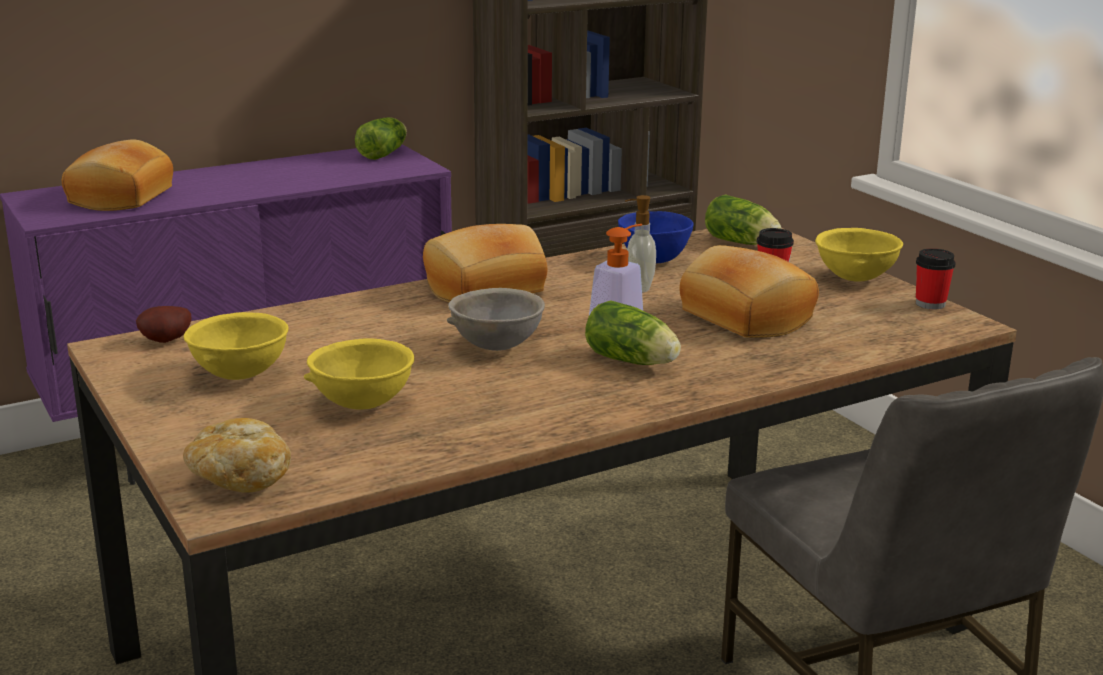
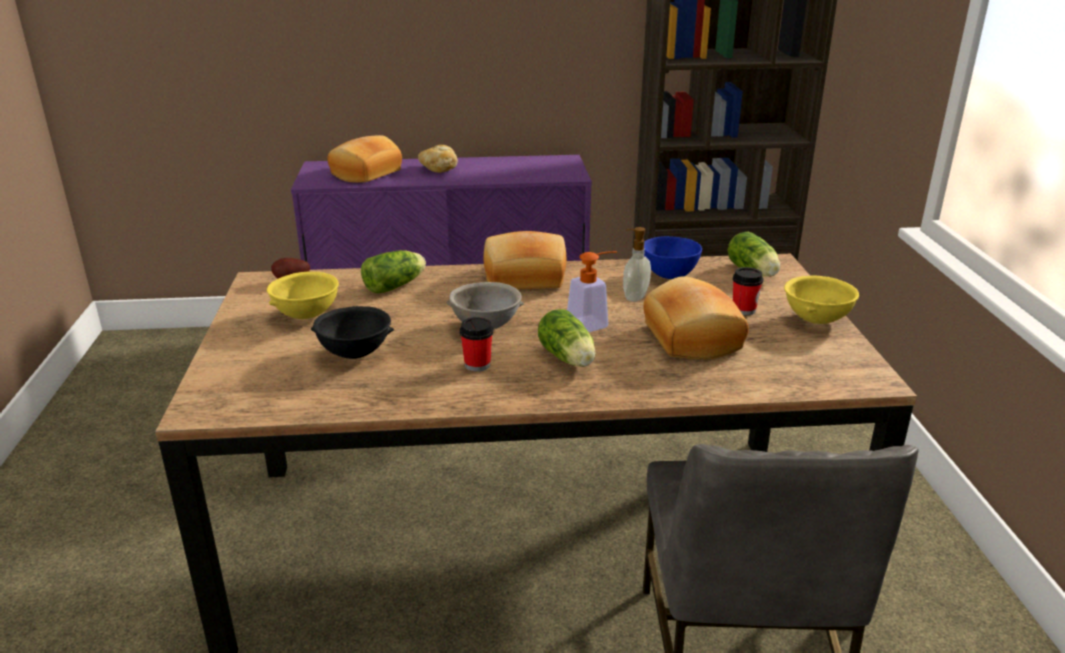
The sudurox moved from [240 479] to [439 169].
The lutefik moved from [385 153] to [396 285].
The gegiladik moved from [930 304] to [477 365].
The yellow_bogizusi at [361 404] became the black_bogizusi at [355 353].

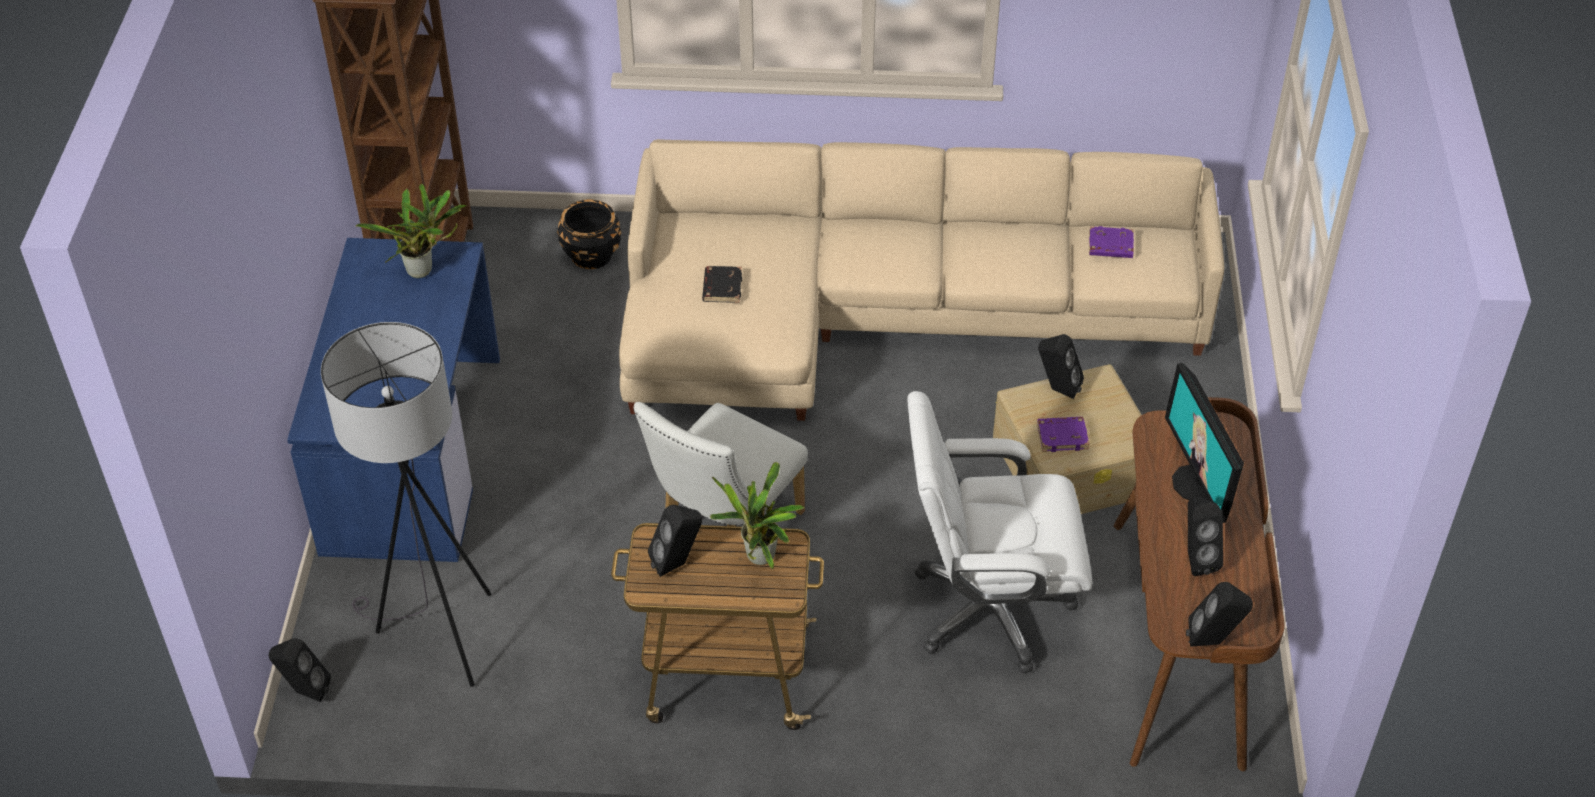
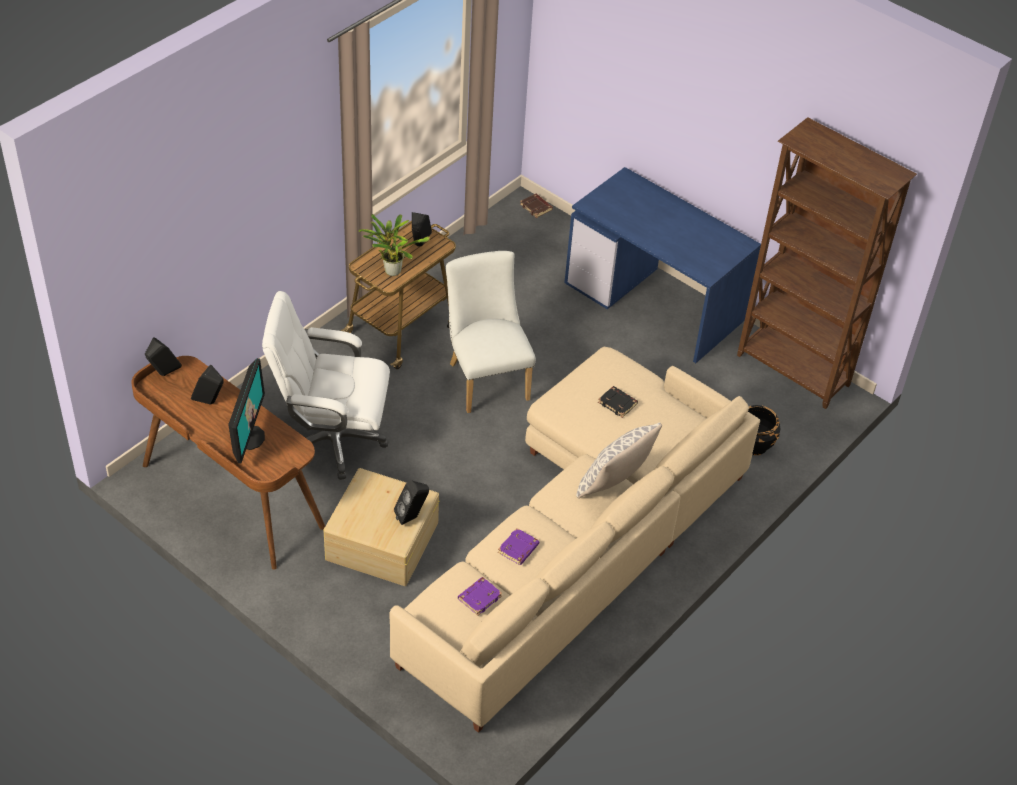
The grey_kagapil at [436 637] disappeared.
The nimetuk at [424 271] disappeared.
The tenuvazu at [614 485] appeared.
The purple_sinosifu moved from [1062 436] to [518 549].
The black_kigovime at [304 691] was replaced by the brown_sinosifu at [536 207].
The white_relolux at [988 609] turned 120 degrees counterclockwise.
The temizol at [1196 483] turned 75 degrees clockwise.

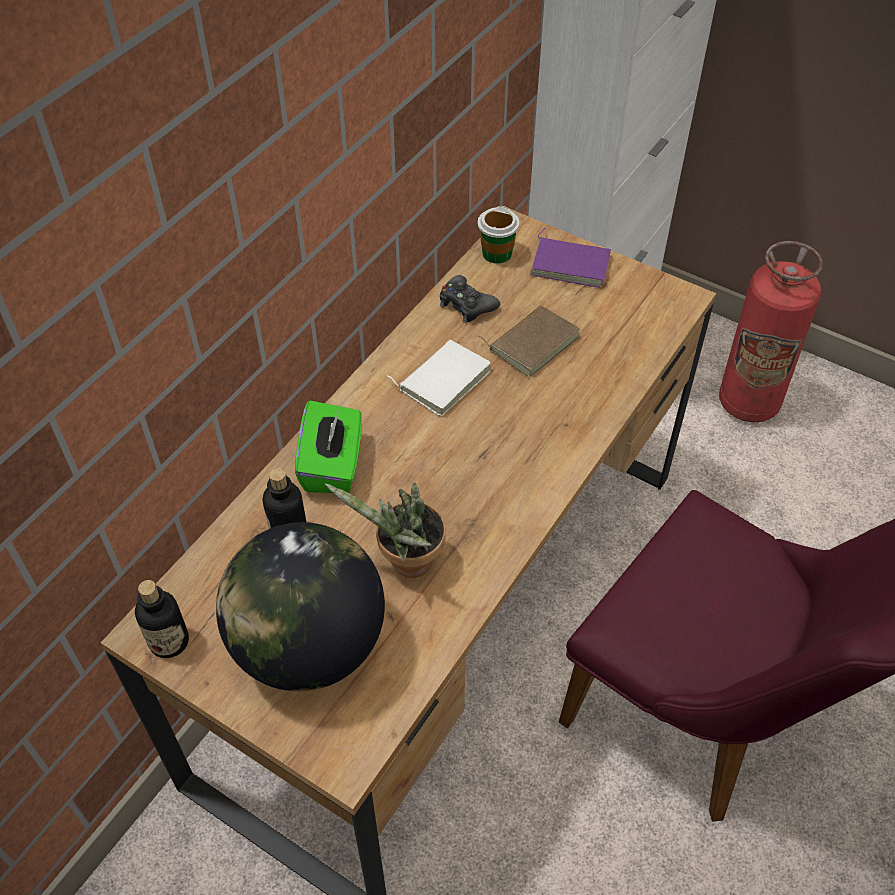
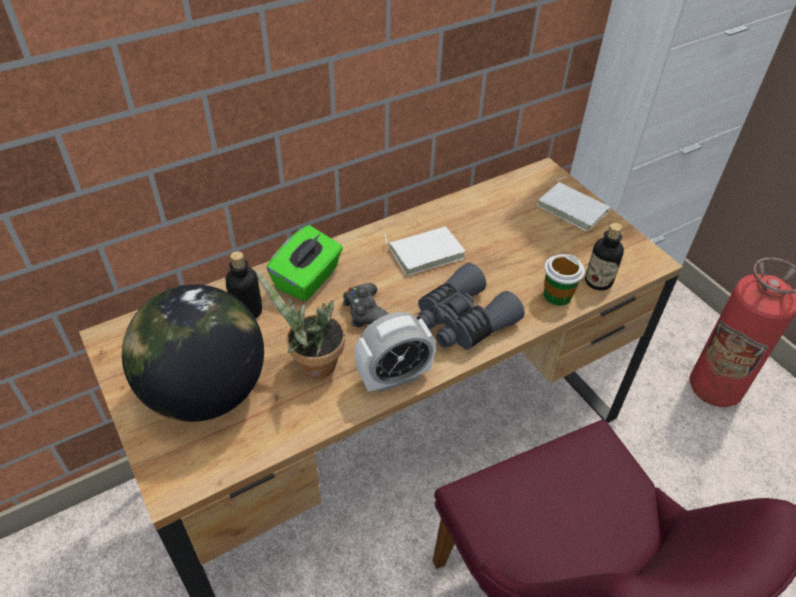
The brown_sinosifu at [532 342] disappeared.
The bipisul at [394 377] appeared.
The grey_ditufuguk at [462 321] appeared.
The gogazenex moved from [169 641] to [598 281].
The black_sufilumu moved from [466 305] to [365 311].
The gegiladik moved from [497 253] to [557 295].
The purple_sinosifu at [571 264] became the white_sinosifu at [573 208].

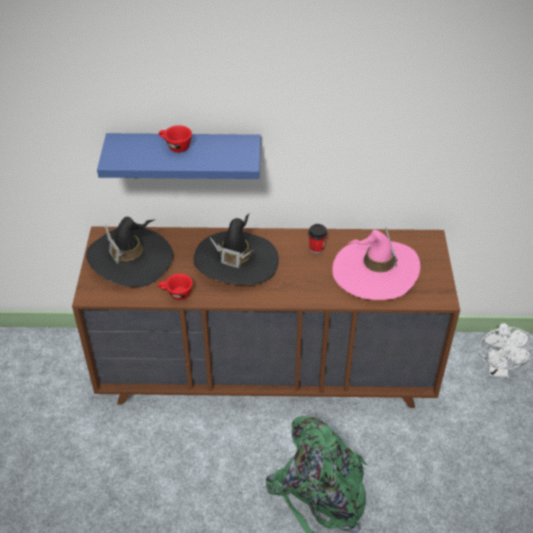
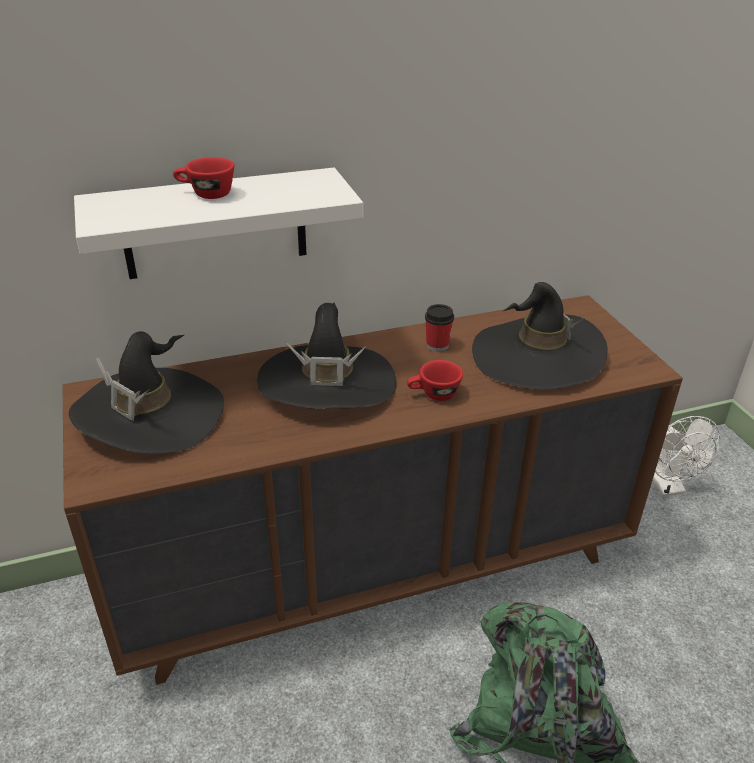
The red_gegiladik moved from [176 294] to [433 395].
The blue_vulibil at [185 156] became the white_vulibil at [215 224].
The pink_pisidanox at [375 271] became the black_pisidanox at [537 356].

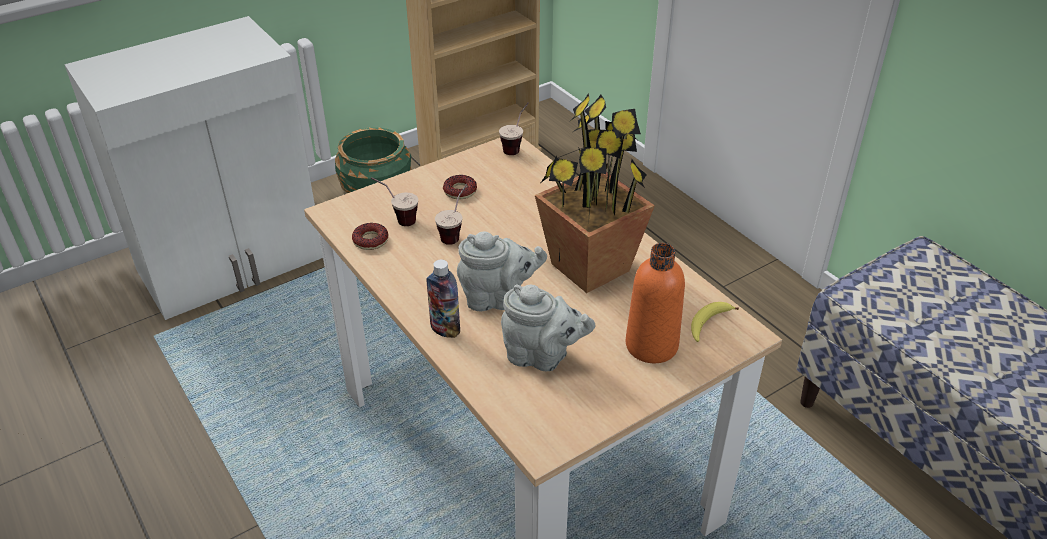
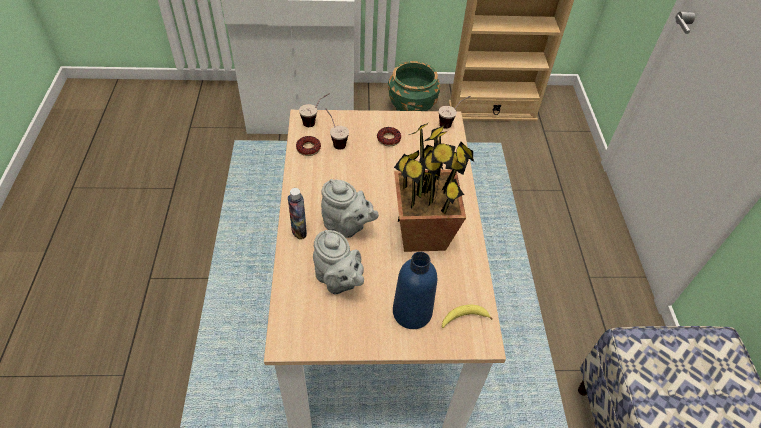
The gegiladik moved from [455 233] to [315 121].
The orange_gogazenex at [651 345] became the blue_gogazenex at [412 312].

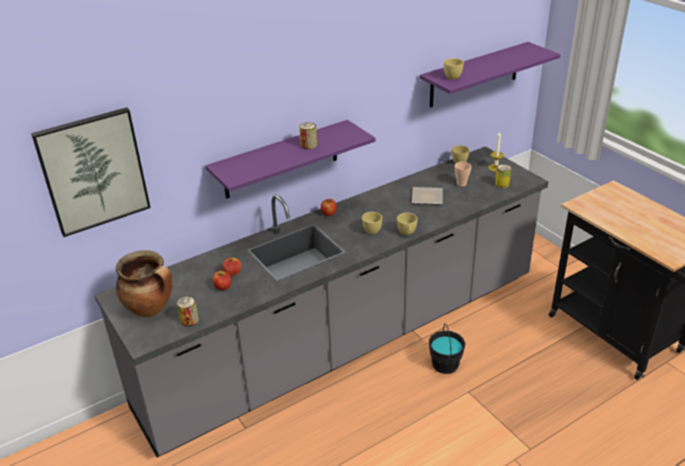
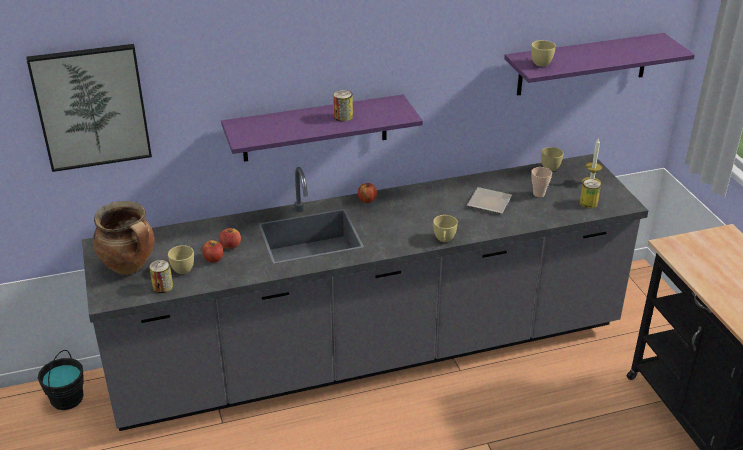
The yellow_gegiladik moved from [372 230] to [184 268].
The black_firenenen moved from [445 364] to [67 398].

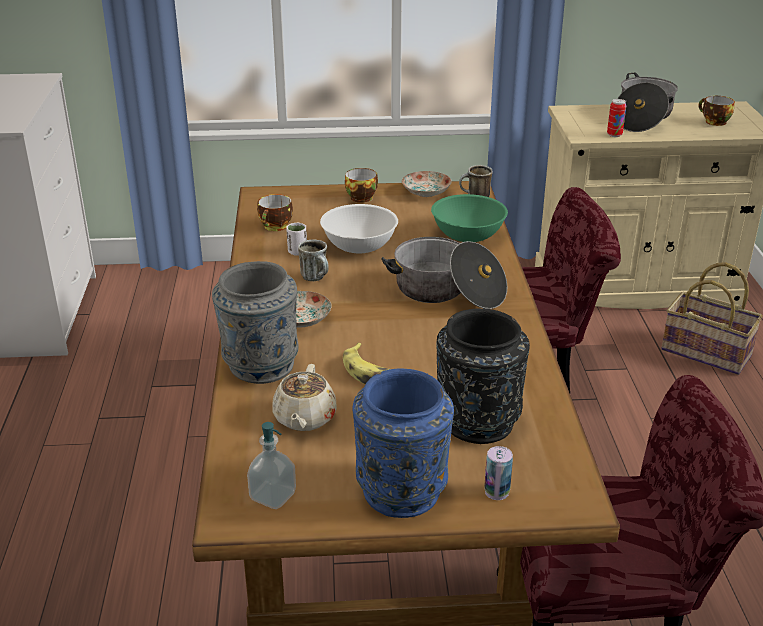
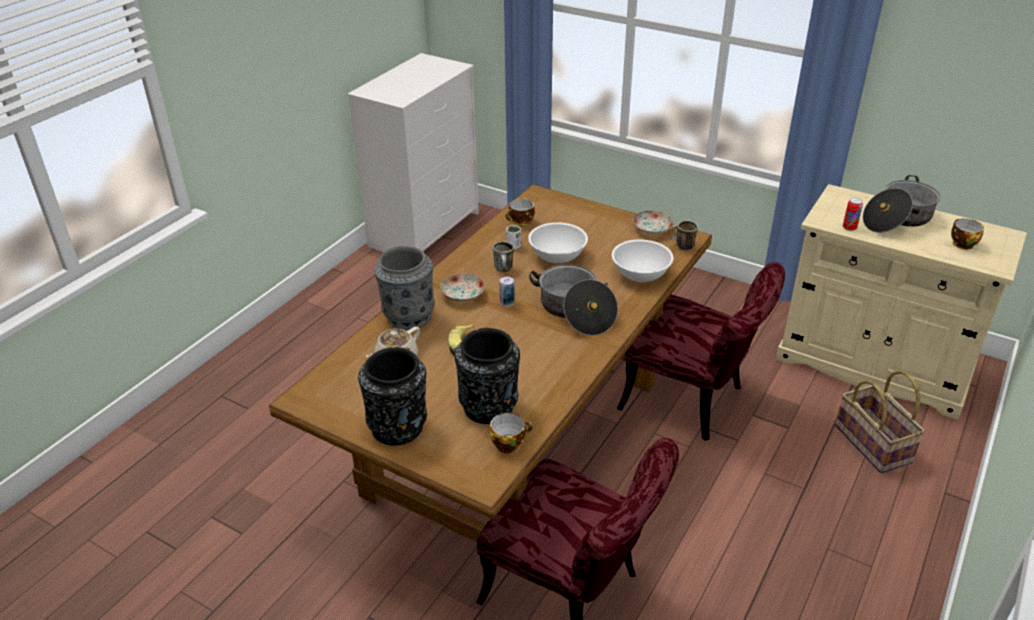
The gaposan at [273 496] disappeared.
The gegiladik moved from [361 197] to [509 443].
The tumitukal moved from [496 492] to [507 303].
The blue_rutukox at [401 490] became the black_rutukox at [398 426].
The green_bogizusi at [468 235] became the white_bogizusi at [641 274].

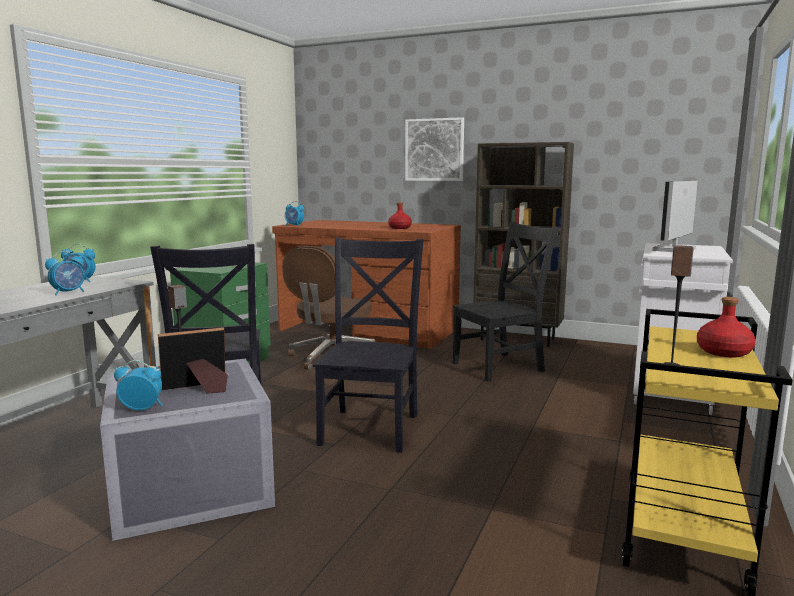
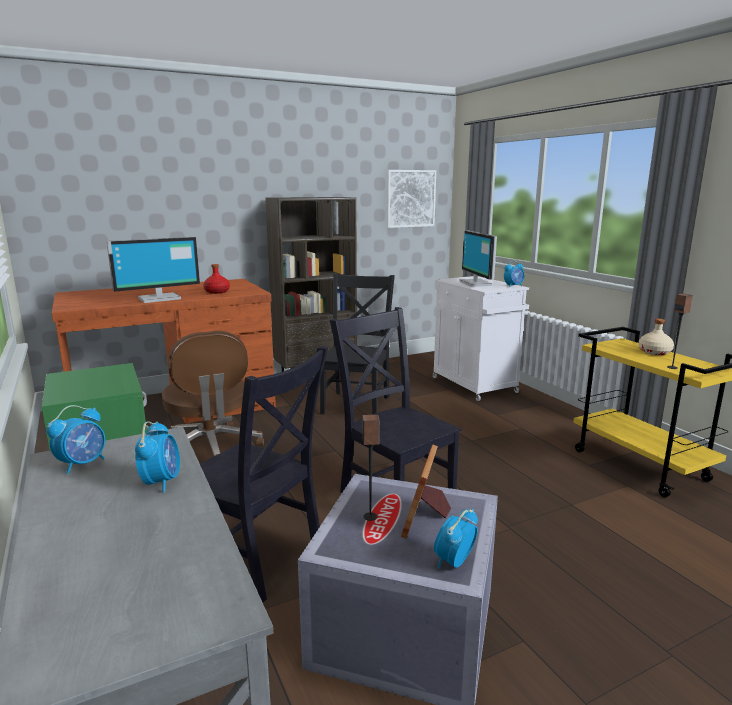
The temizol at [159 298] appeared.
The bipisul moved from [294 225] to [513 286].
The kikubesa moved from [434 150] to [410 198].
The red_gogazenex at [723 352] became the beige_gogazenex at [654 352].

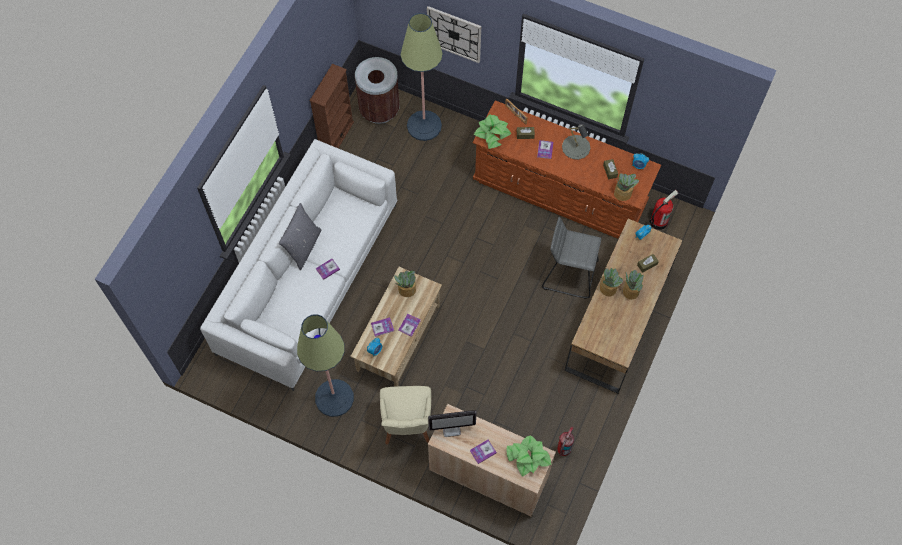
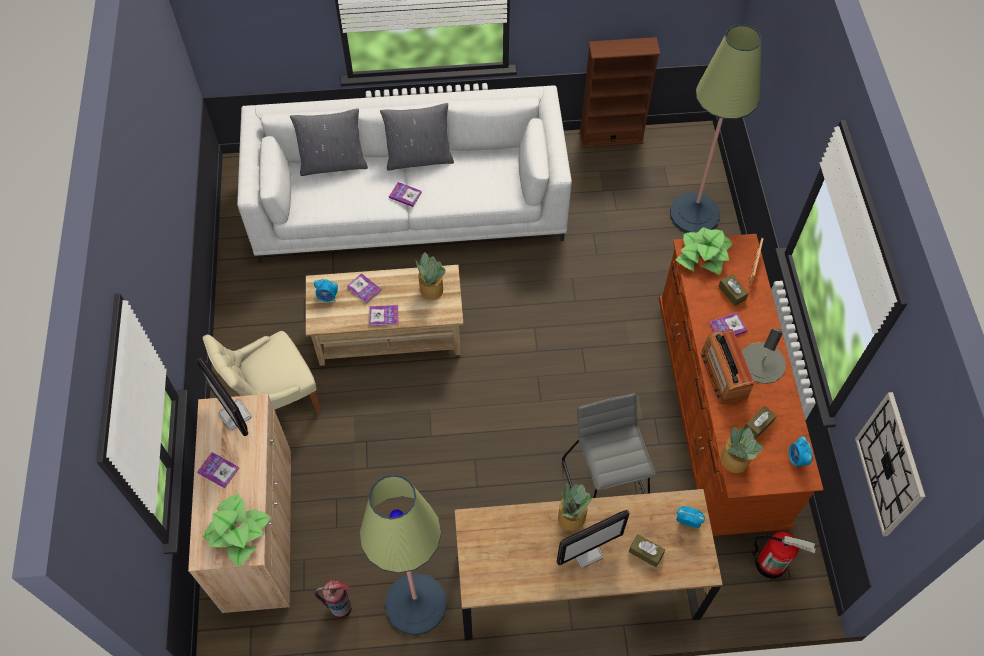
The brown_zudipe at [379 109] disappeared.
The grey_tenuvazu at [333 163] appeared.
The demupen at [723 374] appeared.
The kagapil moved from [334 398] to [416 604].
The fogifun moved from [454 34] to [890 465].
The nimetuk at [630 291] was replaced by the temizol at [586 550].

